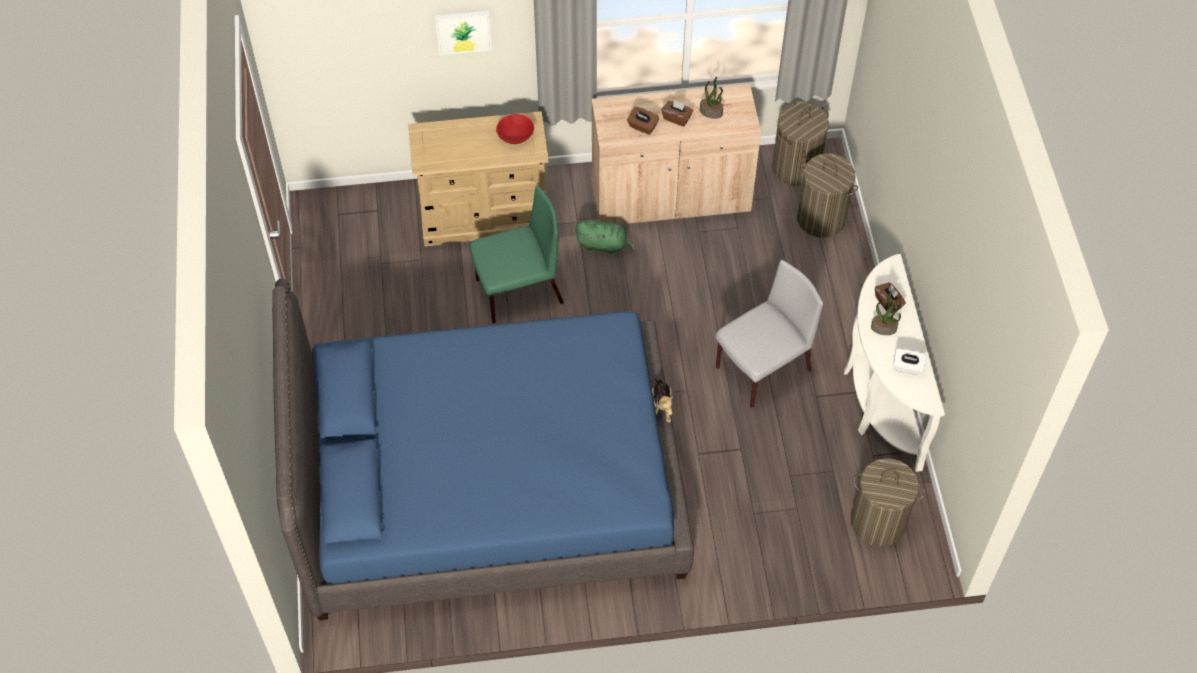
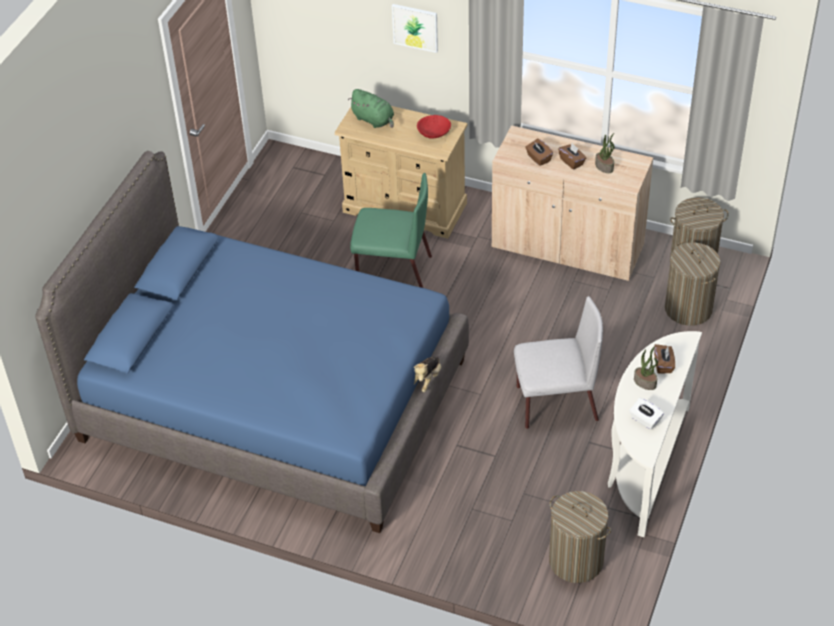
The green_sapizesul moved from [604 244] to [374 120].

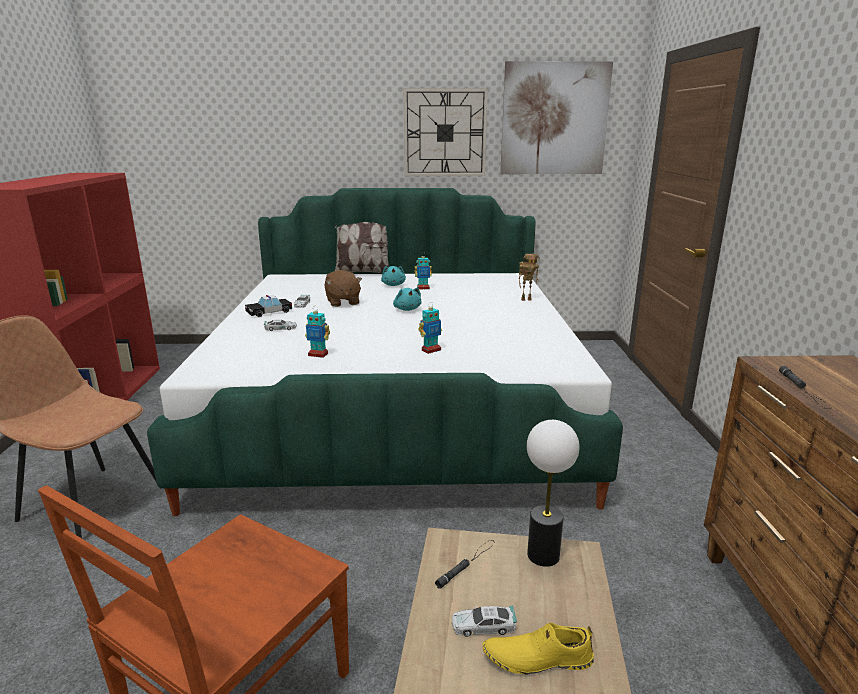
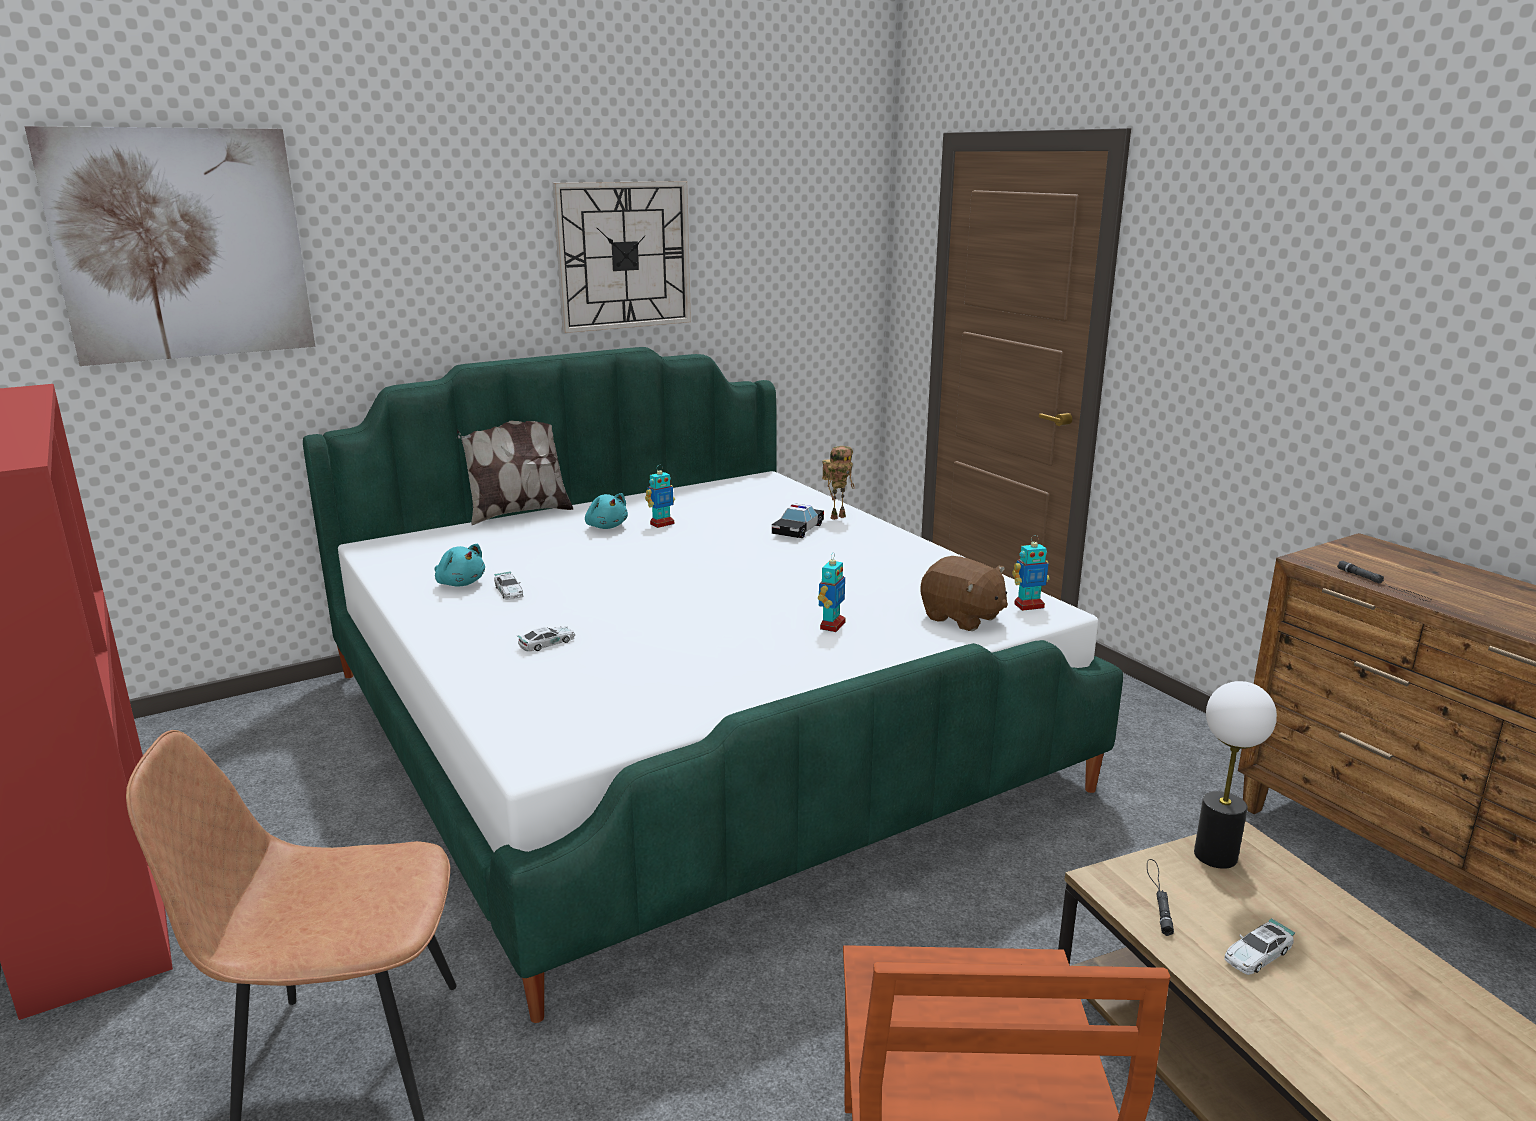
The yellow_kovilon at [537 658] disappeared.
The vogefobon moved from [269 312] to [798 530].
The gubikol moved from [318 354] to [1028 606].
The brown_sapizesul moved from [342 302] to [962 618].
The turquoise_sapizesul moved from [407 309] to [460 583].
The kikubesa moved from [554 119] to [181 245].

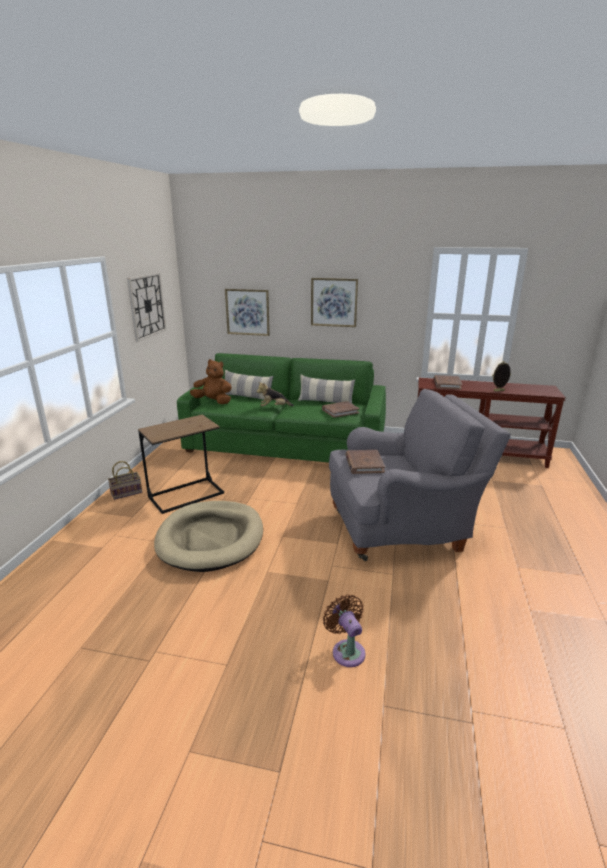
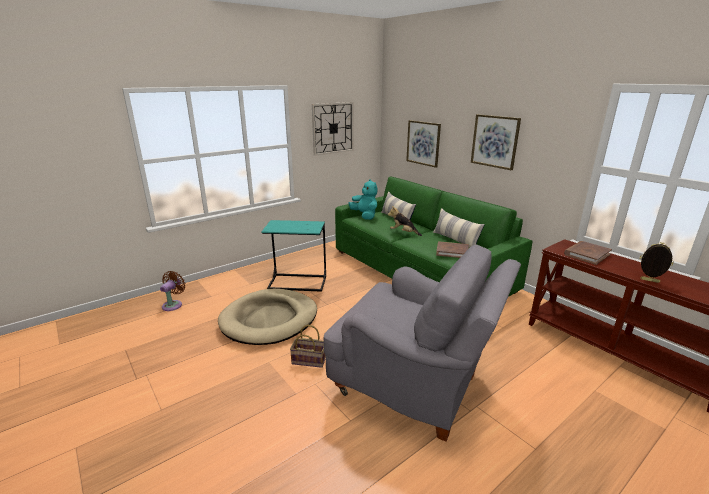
The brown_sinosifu at [364 464] disappeared.
The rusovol moved from [127 492] to [310 360].
The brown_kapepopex moved from [347 650] to [173 304].
The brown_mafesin at [186 495] became the turquoise_mafesin at [297 282].
The brown_sapizesul at [213 401] became the turquoise_sapizesul at [365 216].

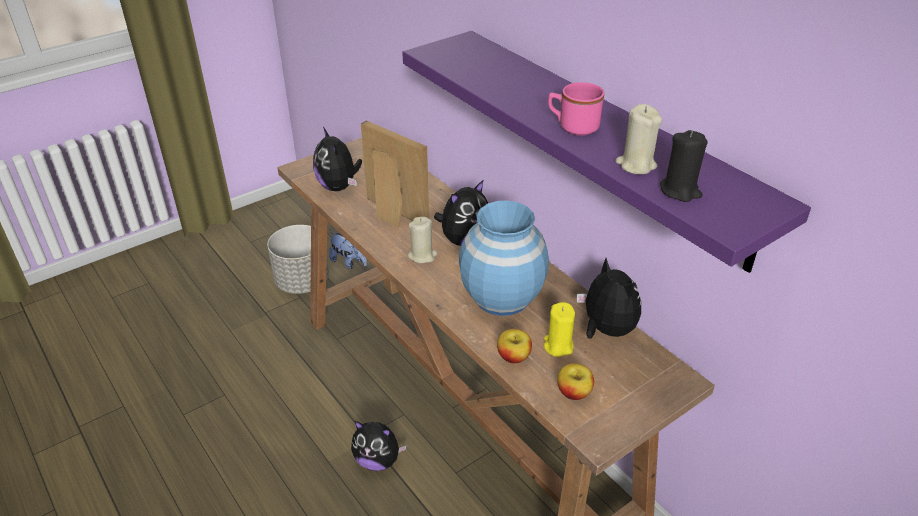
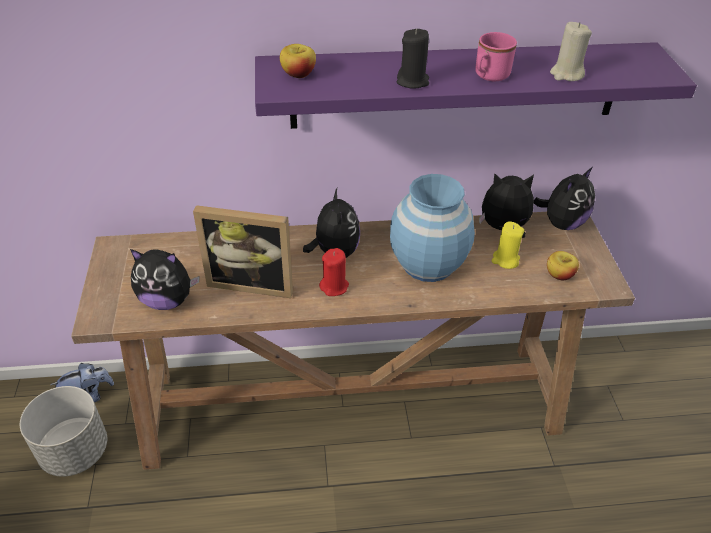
The sapizesul moved from [378 460] to [562 223].
The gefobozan moved from [513 357] to [298 74].
The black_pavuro moved from [680 191] to [413 81].
The beige_pavuro at [422 255] became the red_pavuro at [334 286].
The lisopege at [391 214] turned 150 degrees counterclockwise.

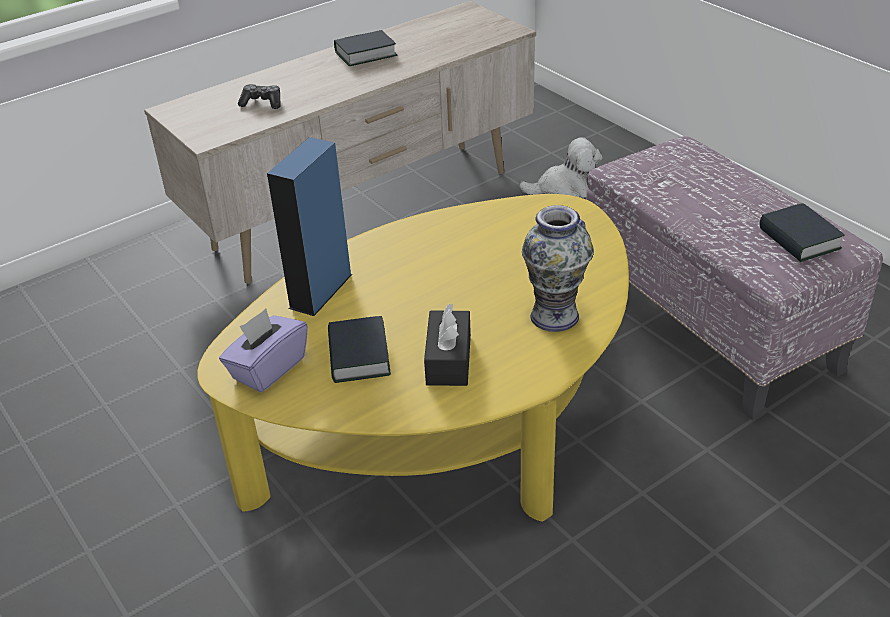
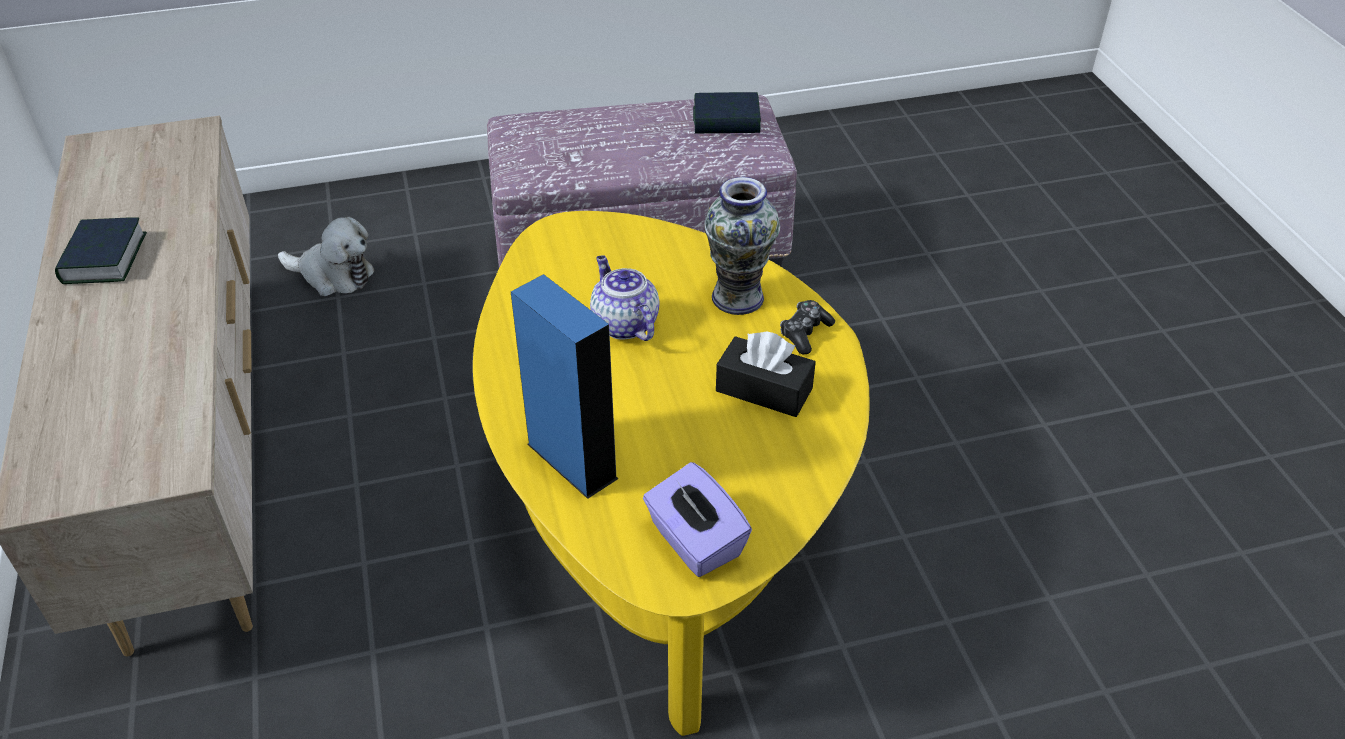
The sinosifu at [358 356] disappeared.
The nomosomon at [623 324] appeared.
The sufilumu moved from [262 103] to [805 333].
The sapizesul at [565 189] turned 90 degrees clockwise.

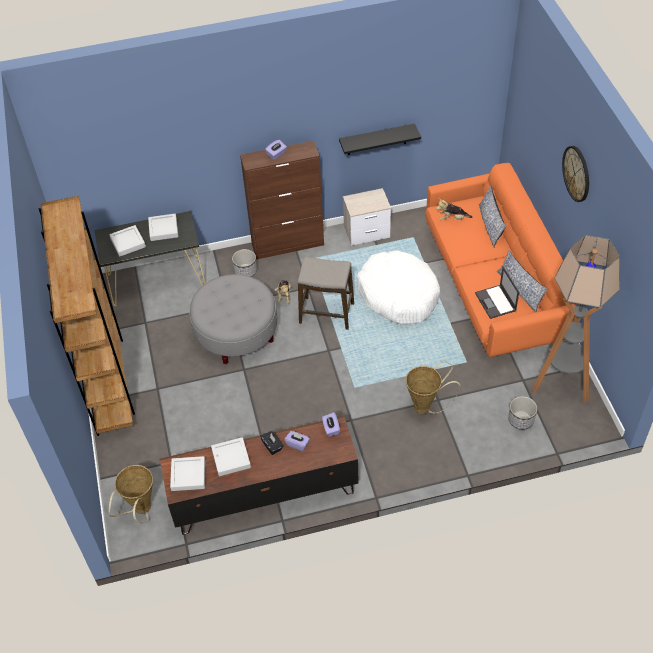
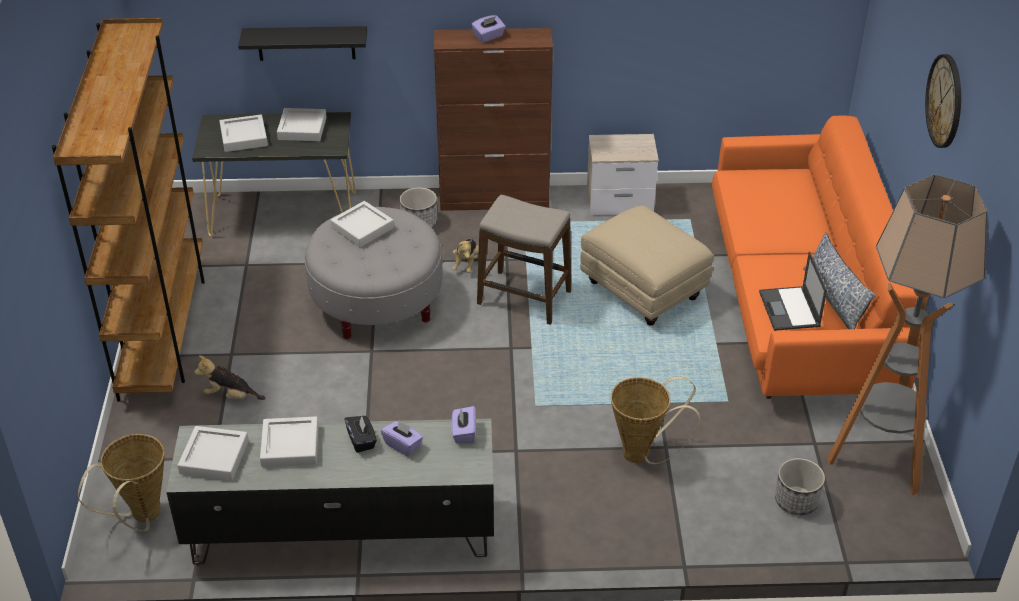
The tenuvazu at [490 225] disappeared.
The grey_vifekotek at [362 228] appeared.
The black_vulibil moved from [377 139] to [306 43].
The sapizesul moved from [452 219] to [231 395].
The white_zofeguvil at [398 294] was replaced by the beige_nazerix at [644 291].
The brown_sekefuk at [263 494] became the grey_sekefuk at [341 531].

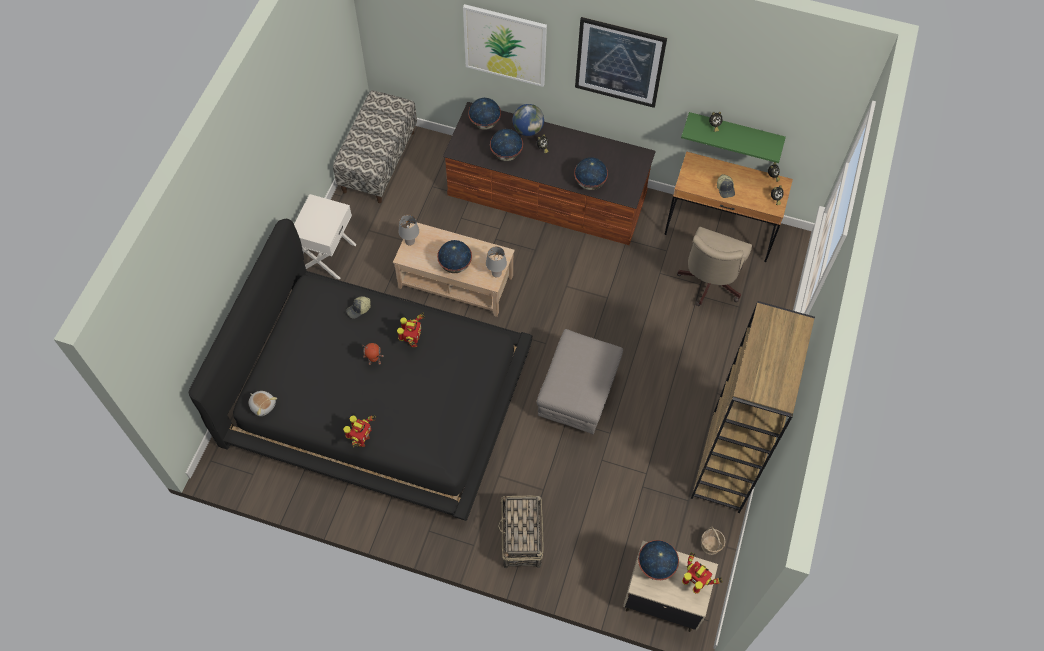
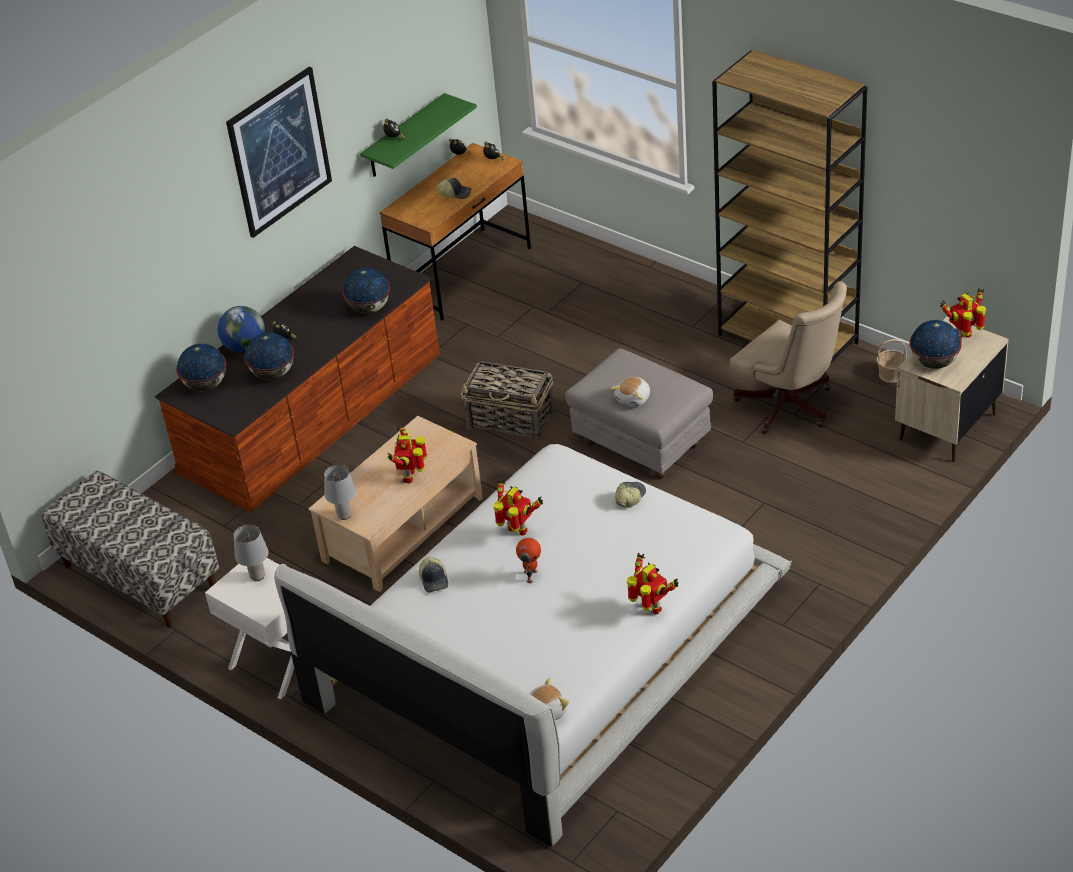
The kikubesa at [505 45] disappeared.
The sapizesul at [634 399] appeared.
The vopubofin at [629 497] appeared.
The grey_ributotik moved from [496 274] to [257 576].
The rusovol moved from [521 539] to [511 420].
The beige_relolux moved from [708 284] to [790 408].
The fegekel at [455 265] was replaced by the gubikol at [411 476].
The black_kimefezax at [376 395] became the white_kimefezax at [547 646].

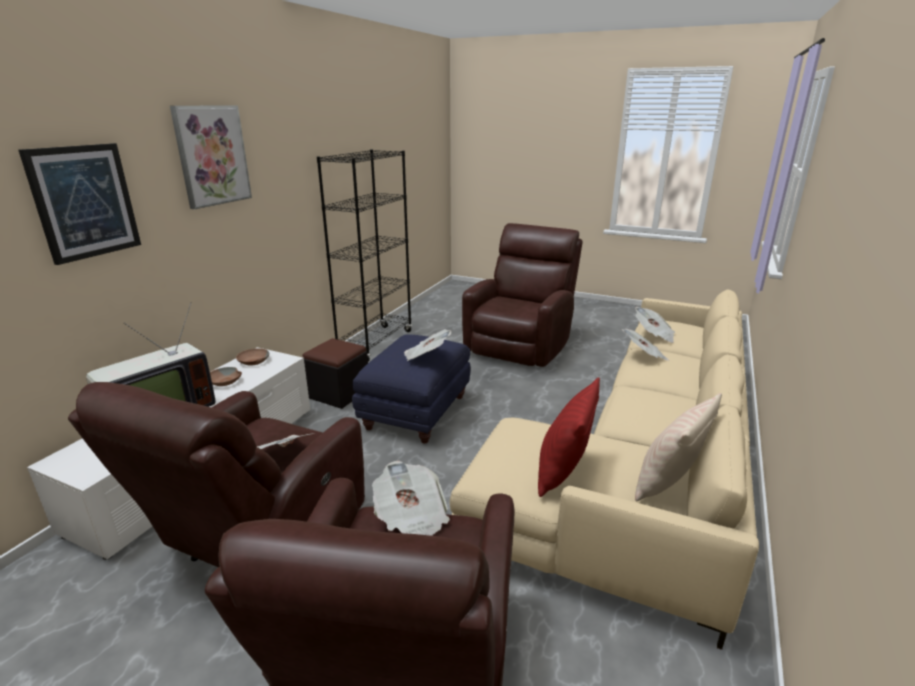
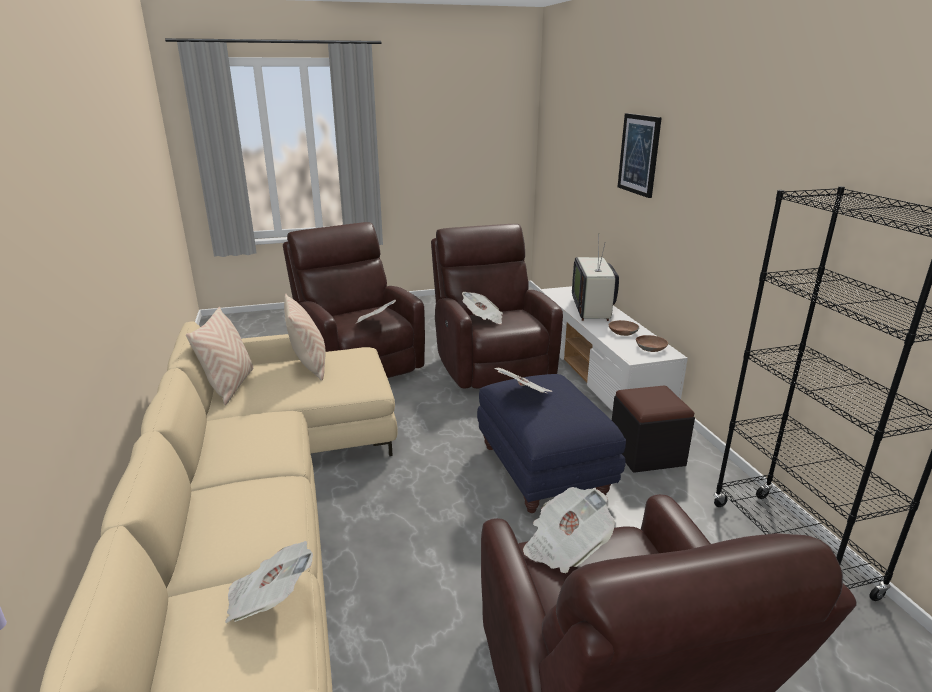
The kikubesa at [212 155] disappeared.
The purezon moved from [644 356] to [565 546].
The red_tenuvazu at [563 472] became the beige_tenuvazu at [309 366].

